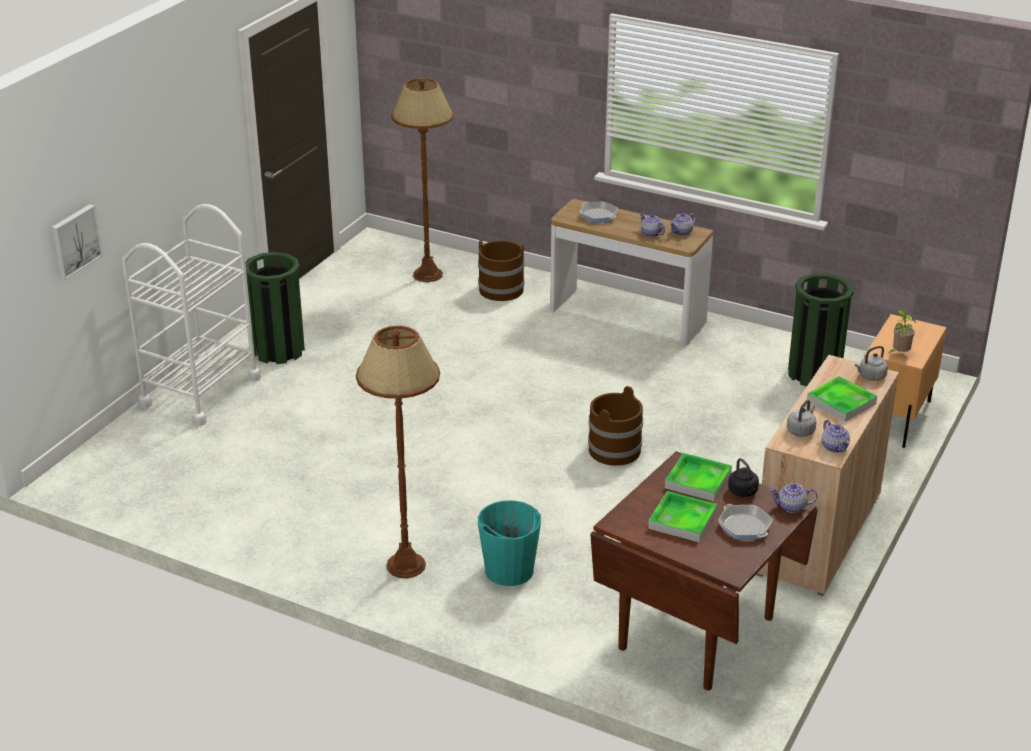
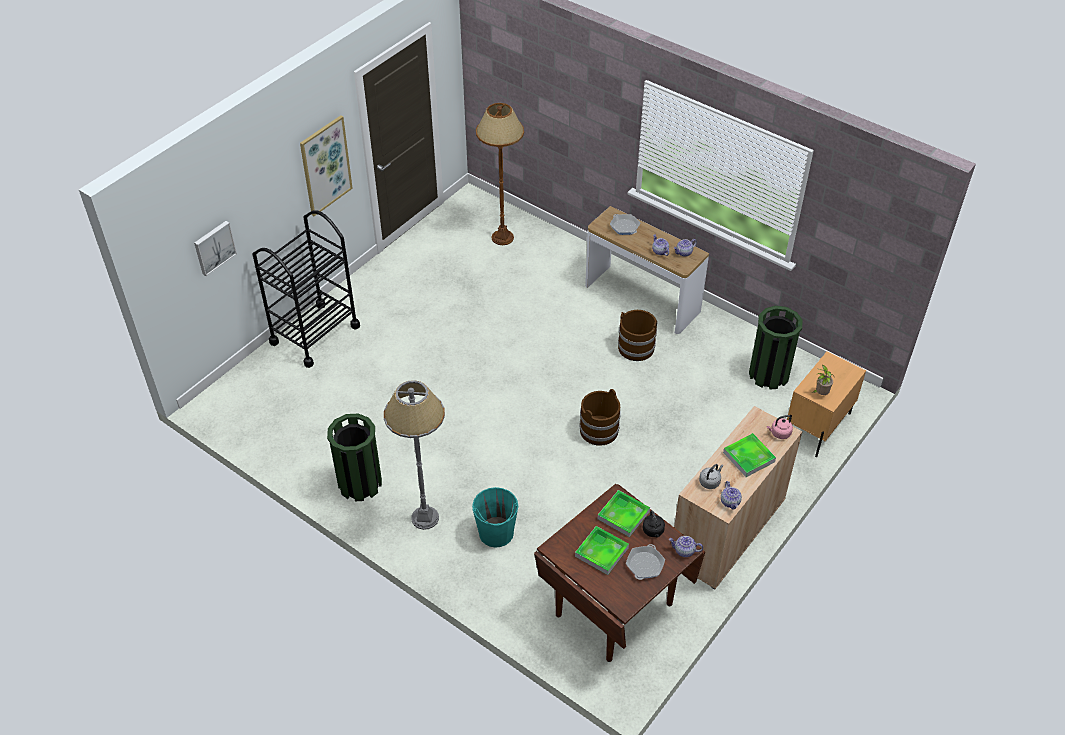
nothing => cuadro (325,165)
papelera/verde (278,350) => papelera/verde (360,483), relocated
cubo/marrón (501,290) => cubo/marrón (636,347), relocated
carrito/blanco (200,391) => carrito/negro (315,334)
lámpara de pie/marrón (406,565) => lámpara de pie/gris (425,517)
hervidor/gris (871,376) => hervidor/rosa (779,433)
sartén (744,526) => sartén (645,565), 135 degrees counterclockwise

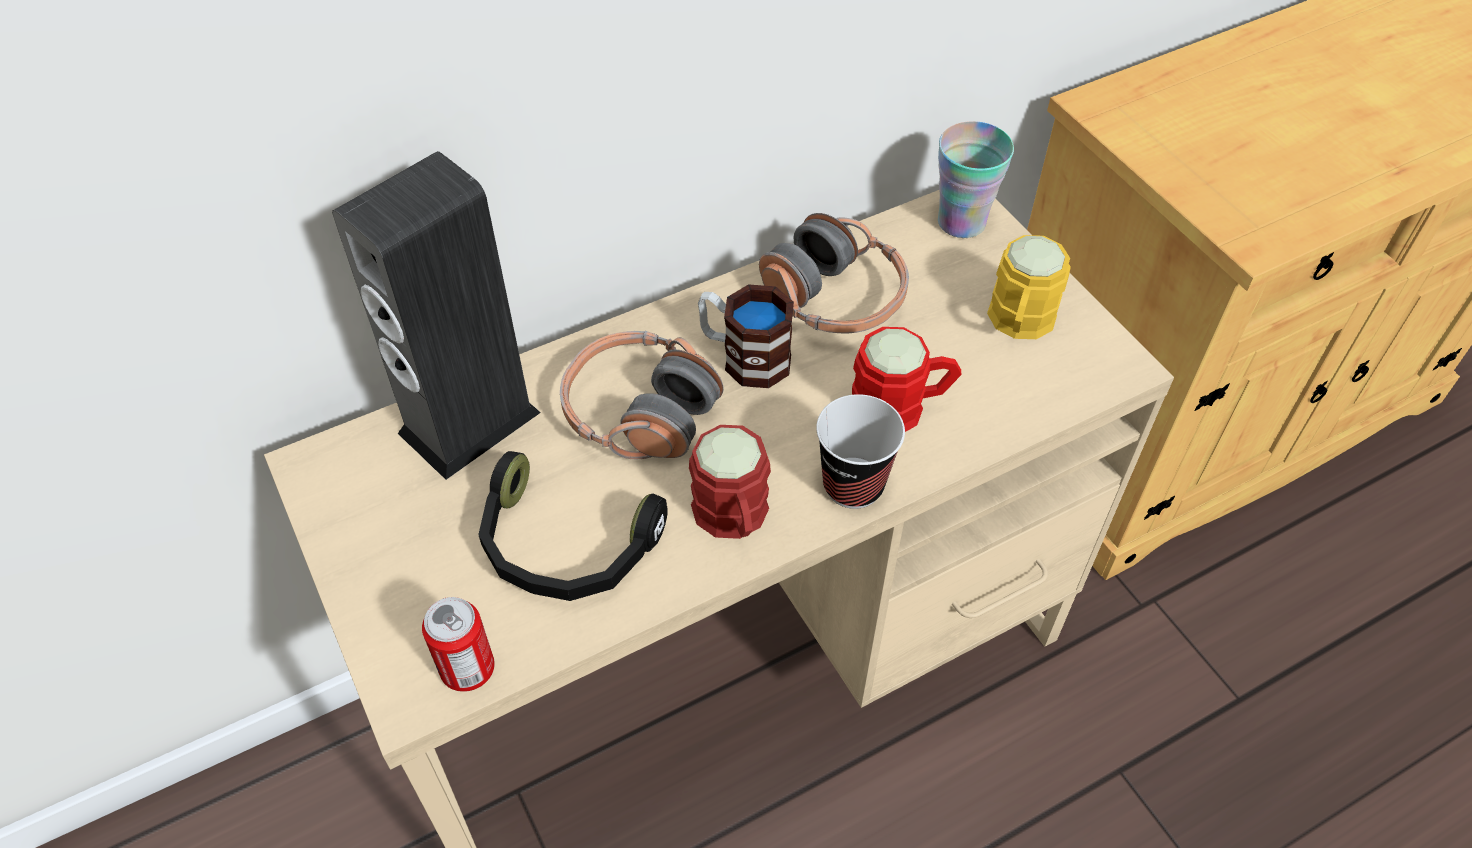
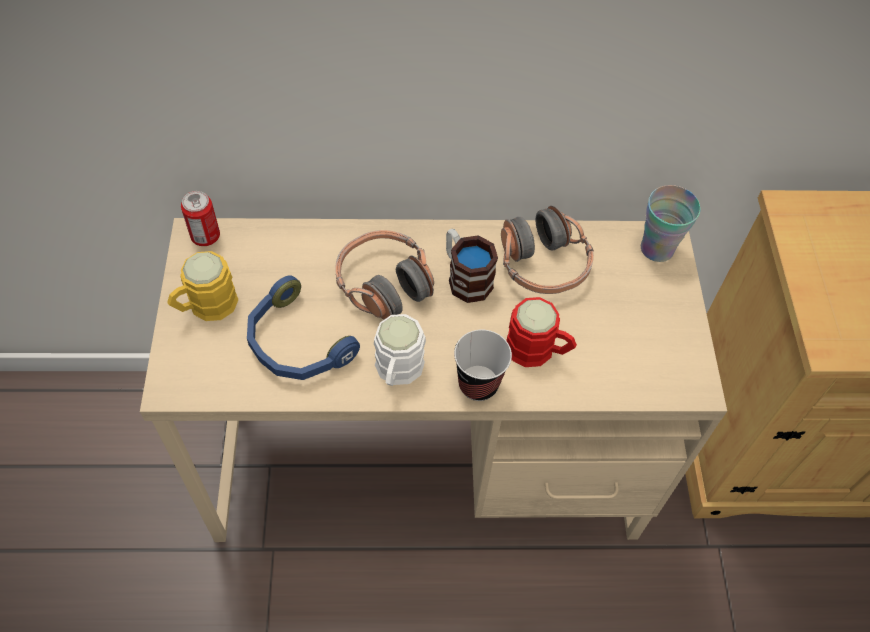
altavoz (469,423) => nothing
lata (468,669) => lata (205,236), relocated
taza grande/amarillo (1019,324) => taza grande/amarillo (205,306), relocated
auriculares/negro (564,547) => auriculares/azul (295,344)
taza grande/rojo (733,519) => taza grande/blanco (397,372)

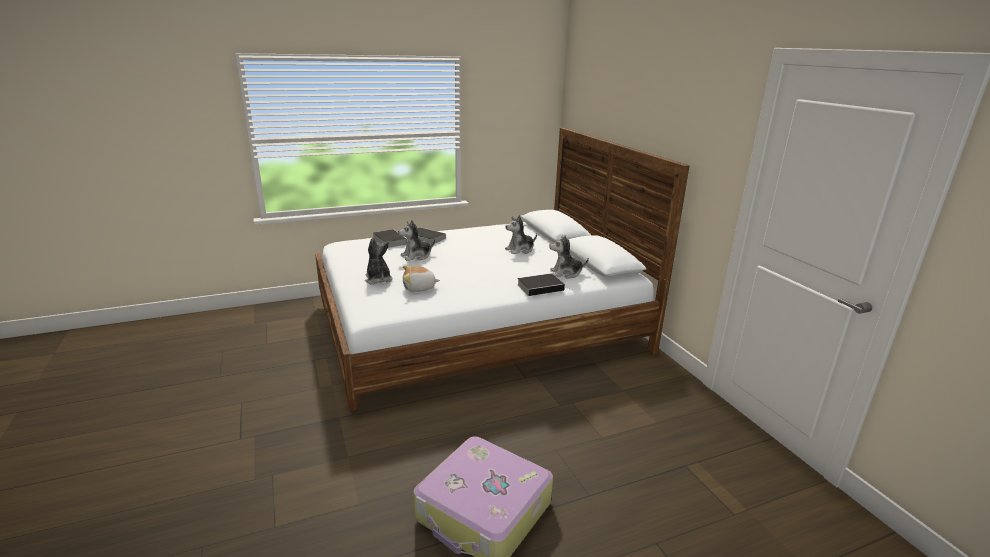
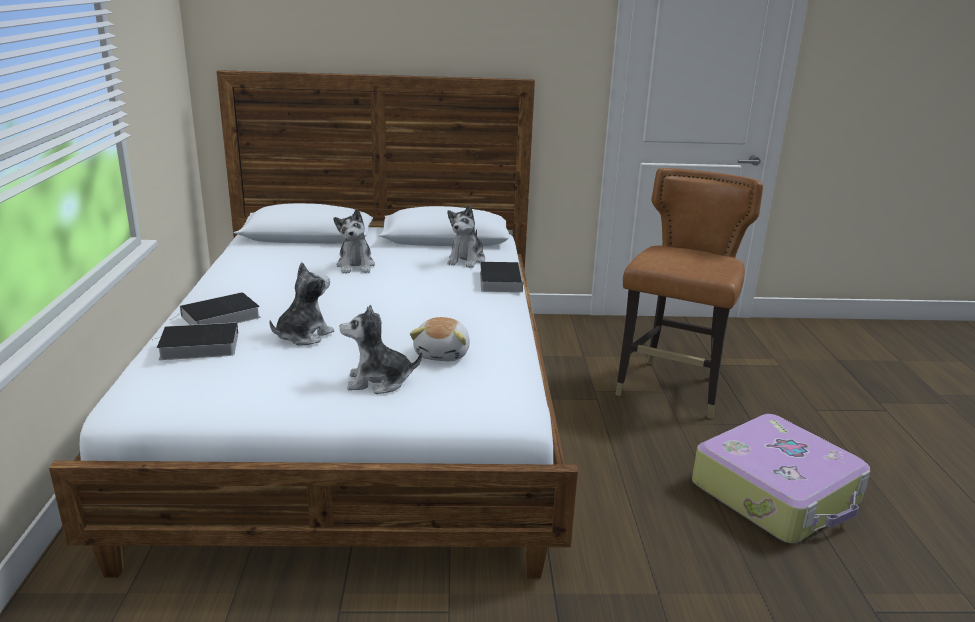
nothing => silla/marrón (672,389)
peluche (416,256) => peluche (303,336), 135 degrees counterclockwise

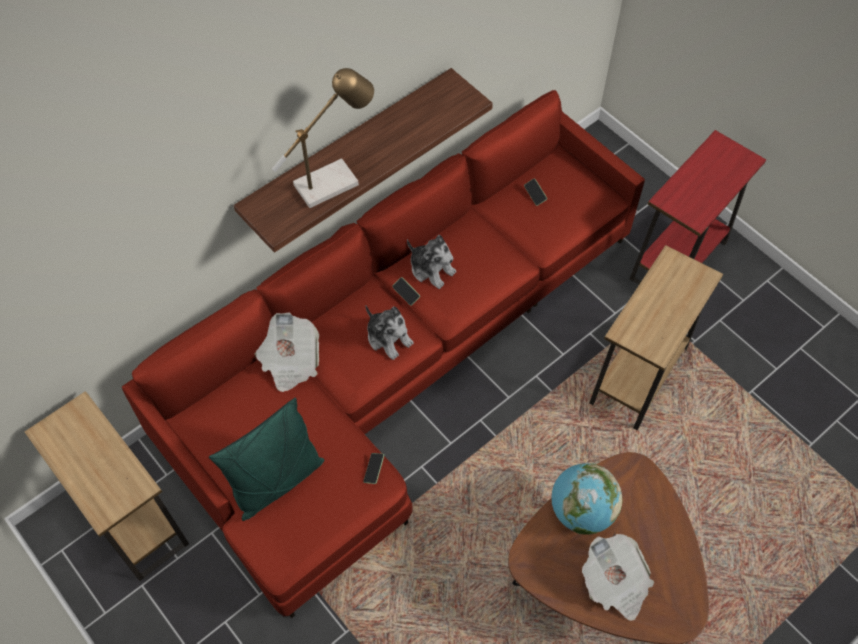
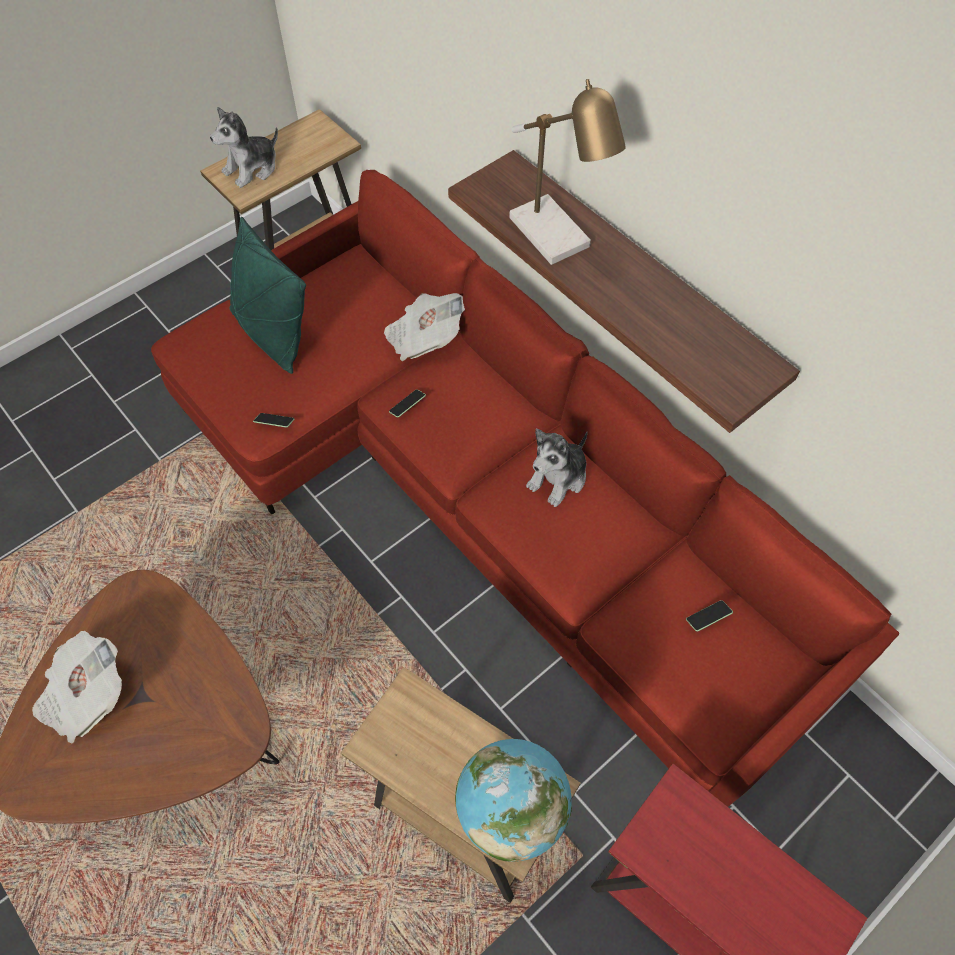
peluche (388,338) => peluche (252,168), relocated
móvil (406,293) => móvil (407,406), relocated
globo terráqueo (581,511) => globo terráqueo (511,810), relocated

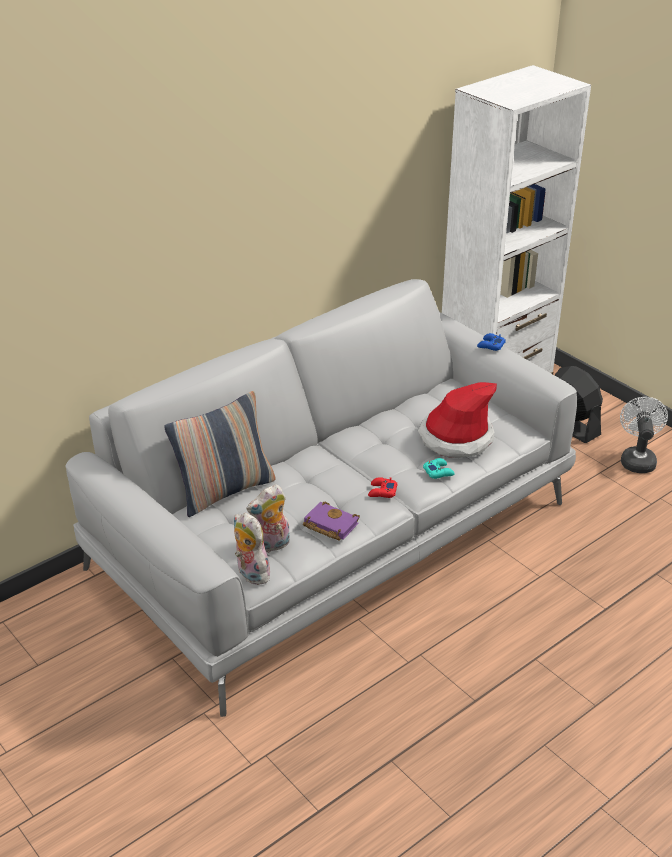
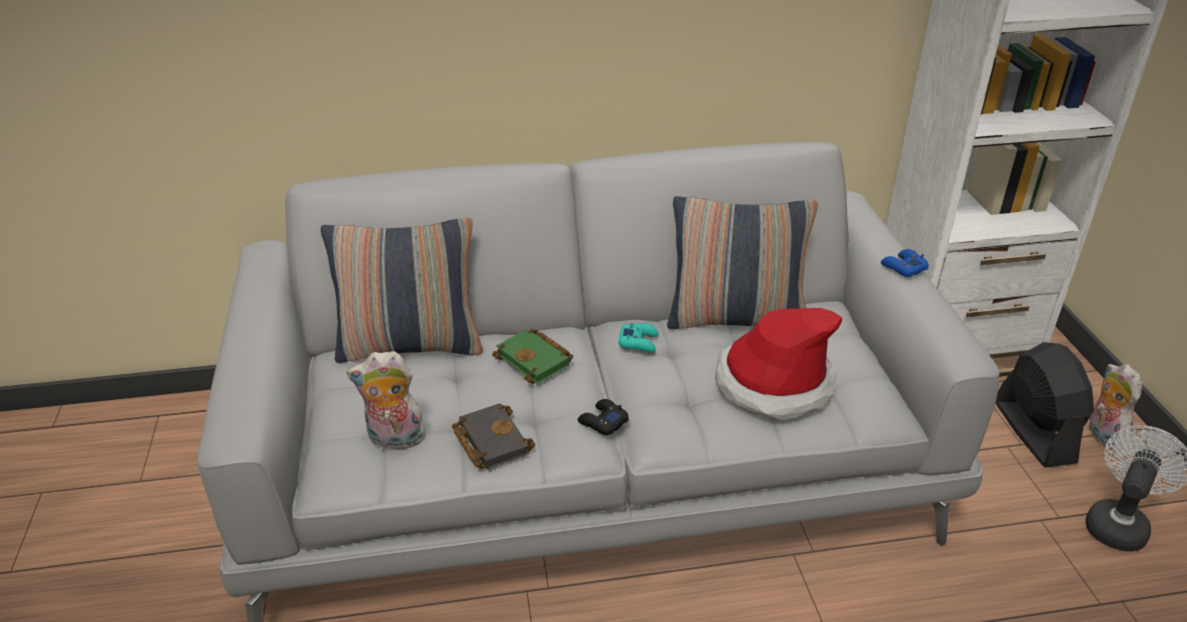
nothing => libro/verde (536,360)
nothing => cojín (736,319)
peluche (250,573) => peluche (1101,434), relocated
mando de consola/turquesa (438,472) => mando de consola/turquesa (639,342), relocated
libro/morado (329,525) => libro/negro (489,441)
mando de consola/rojo (382,491) => mando de consola/negro (602,422)

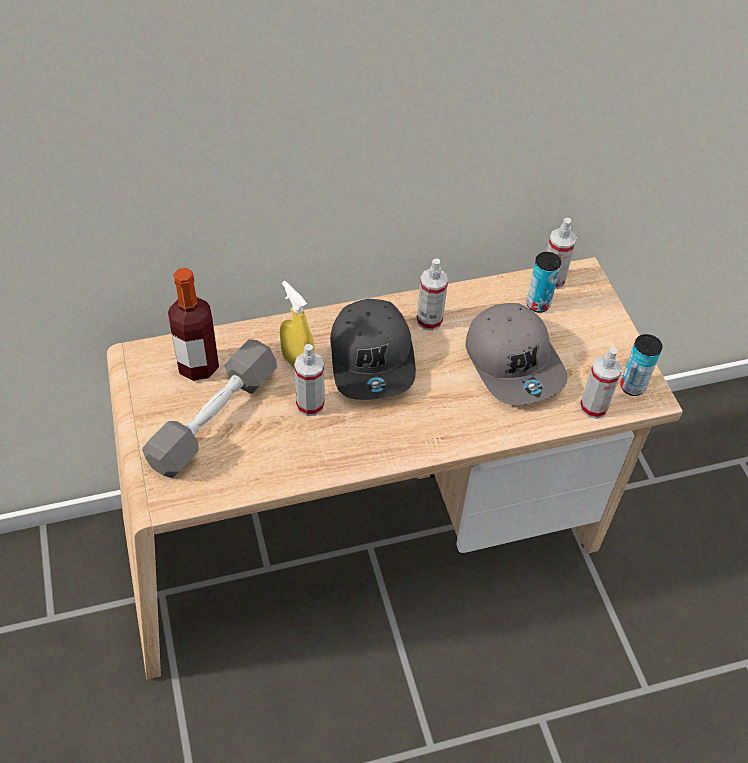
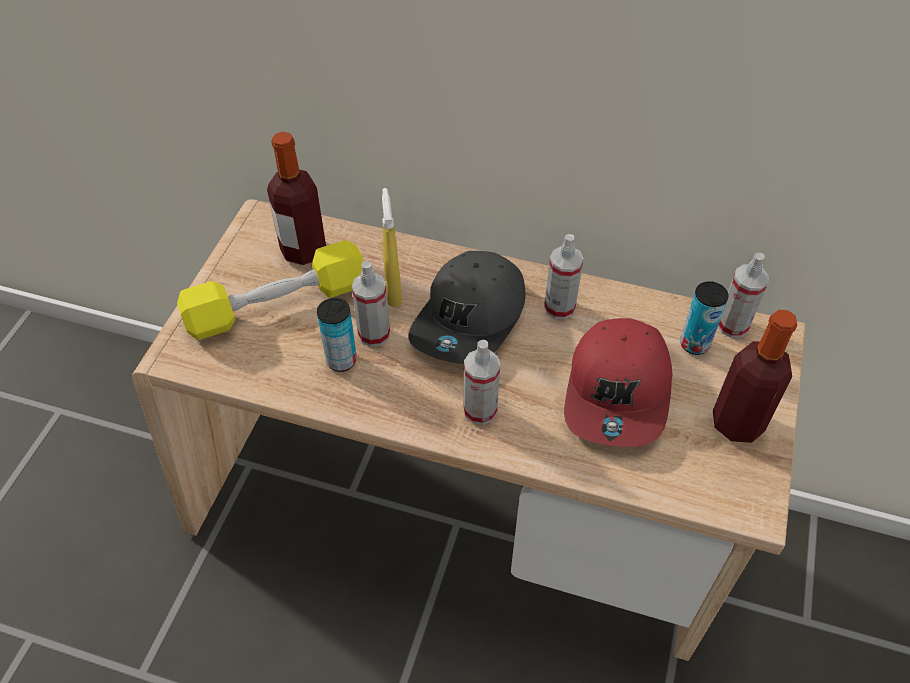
nothing => botella (737,423)
pulverizador (593,407) => pulverizador (480,410), relocated
lata (632,386) => lata (341,360), relocated
mancuerna/gris (214,419) => mancuerna/amarillo (277,305)
gorra/gris (514,362) => gorra/rojo (618,392)

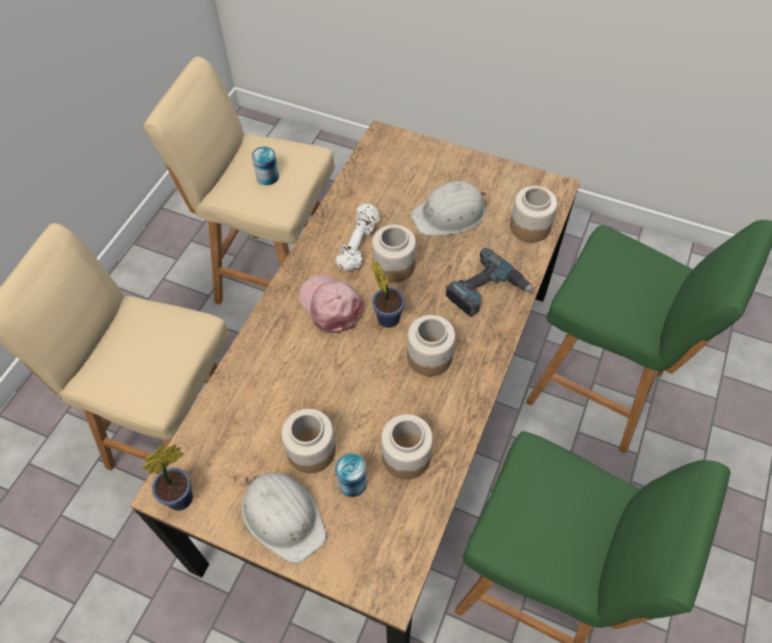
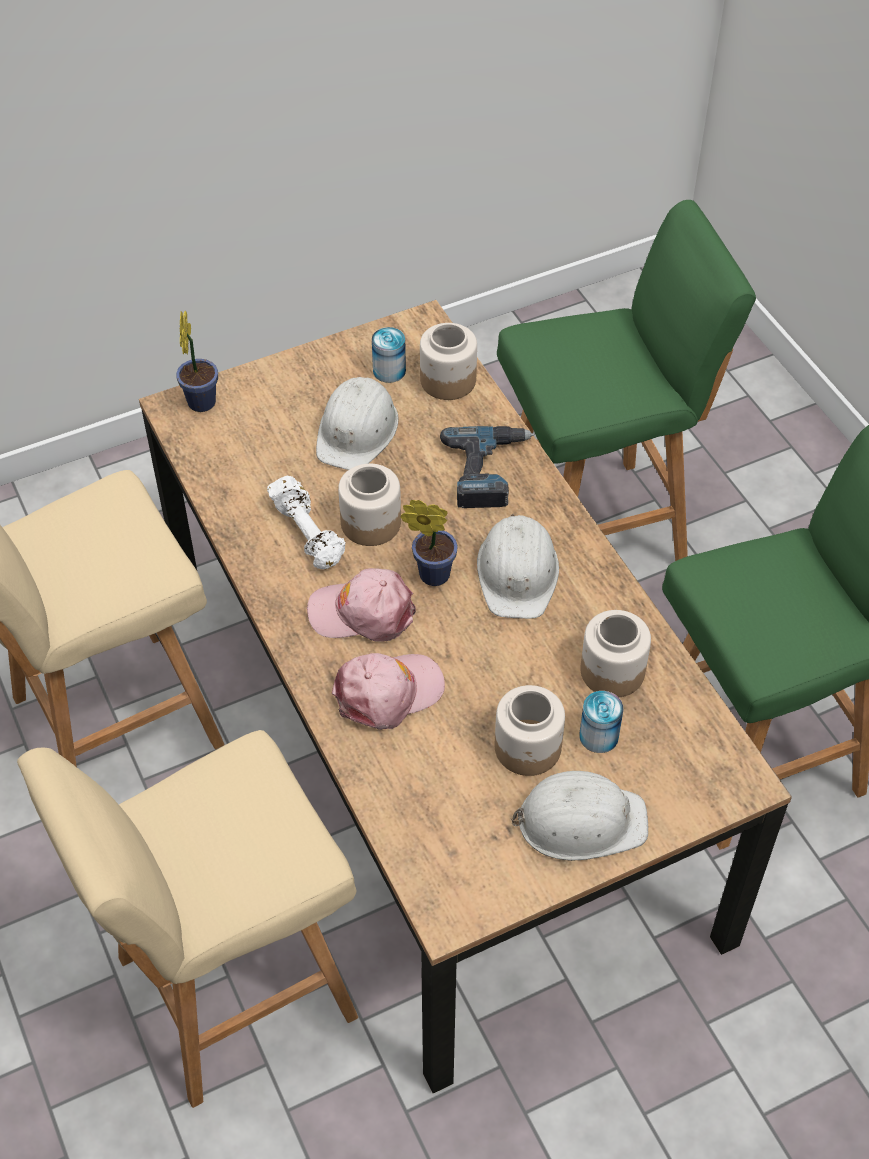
nothing => gorra/rosa (388,693)
planta en maceta (183,496) => planta en maceta (202,399), relocated
lata (267,177) => lata (389,370), relocated
tarro (430,357) => casco/blanco (518,572)

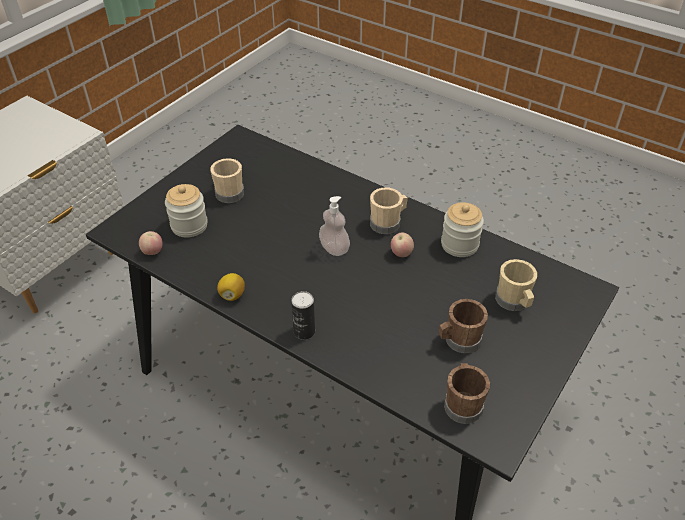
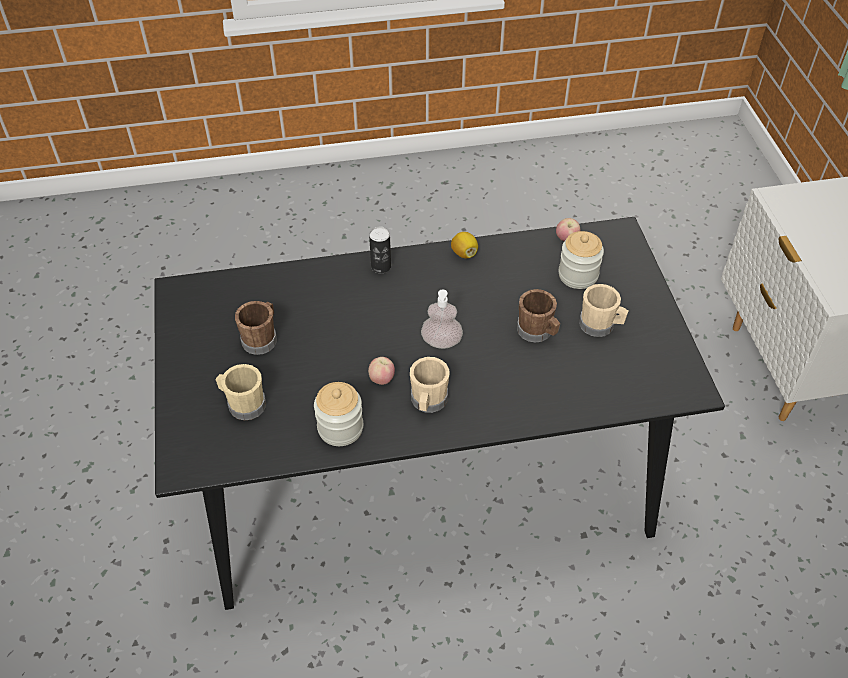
taza grande/marrón (462,403) => taza grande/marrón (537,332), relocated

